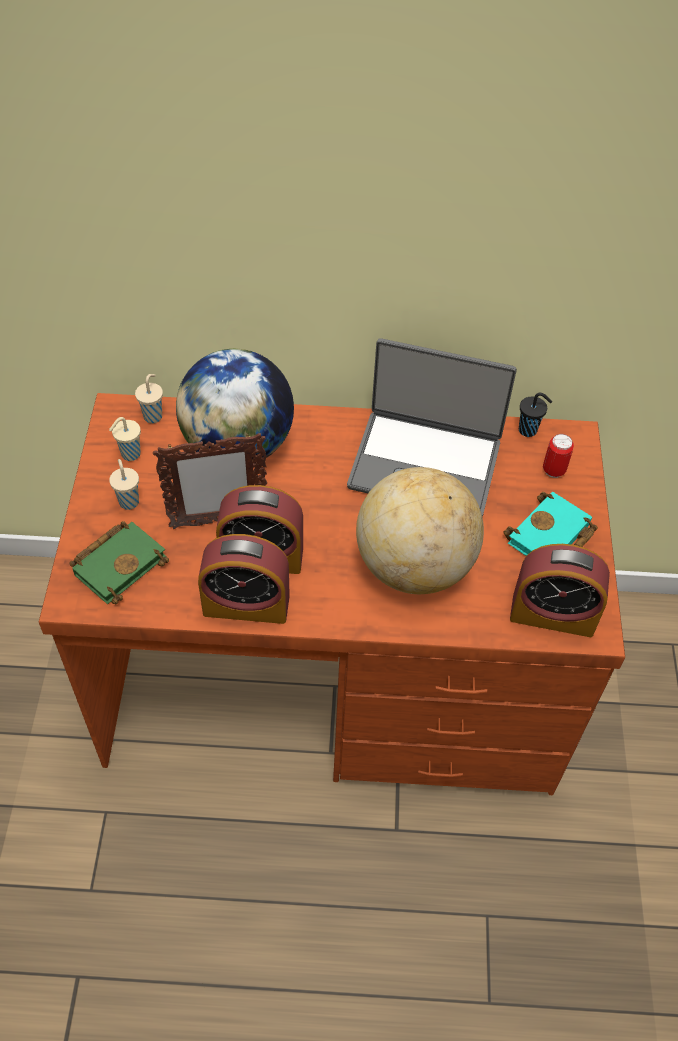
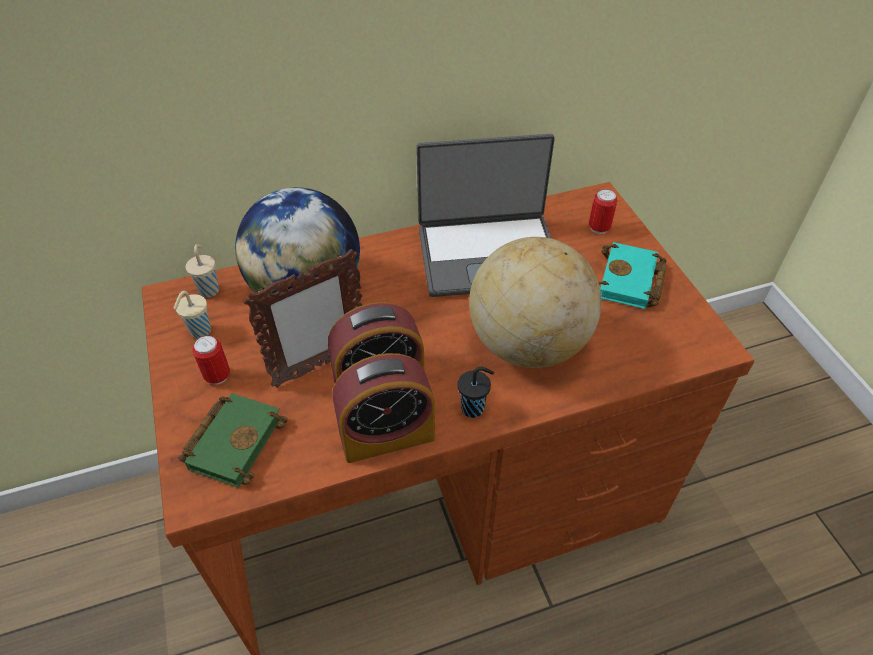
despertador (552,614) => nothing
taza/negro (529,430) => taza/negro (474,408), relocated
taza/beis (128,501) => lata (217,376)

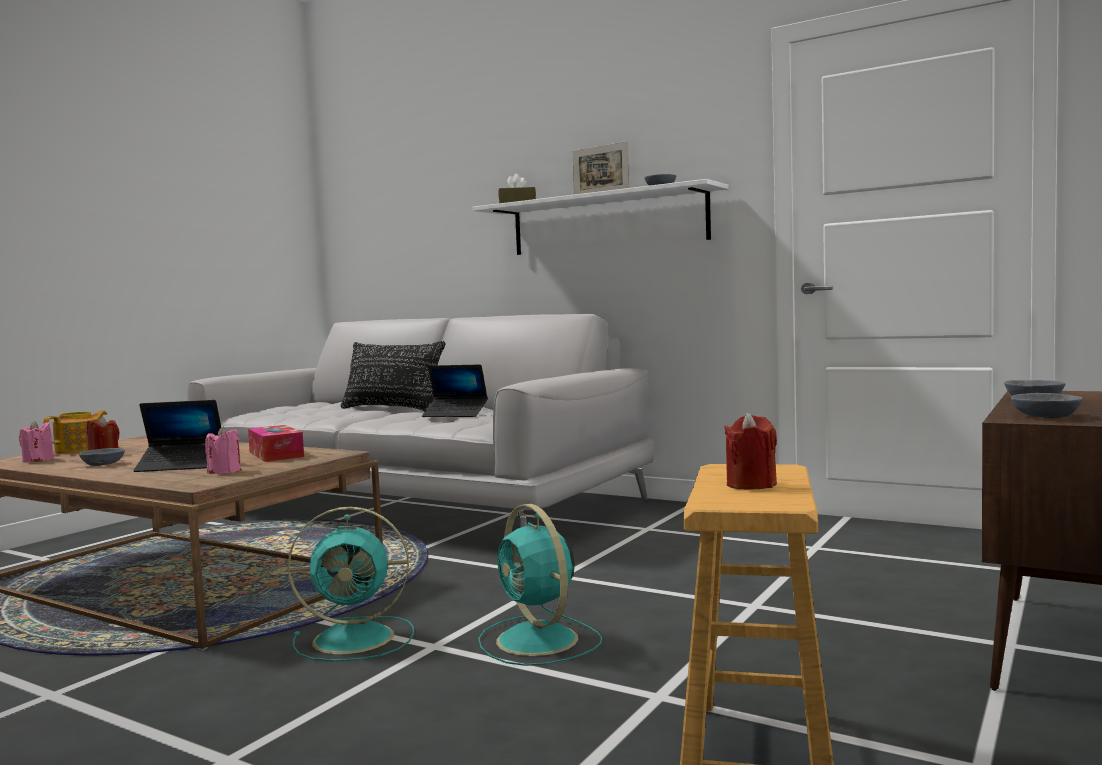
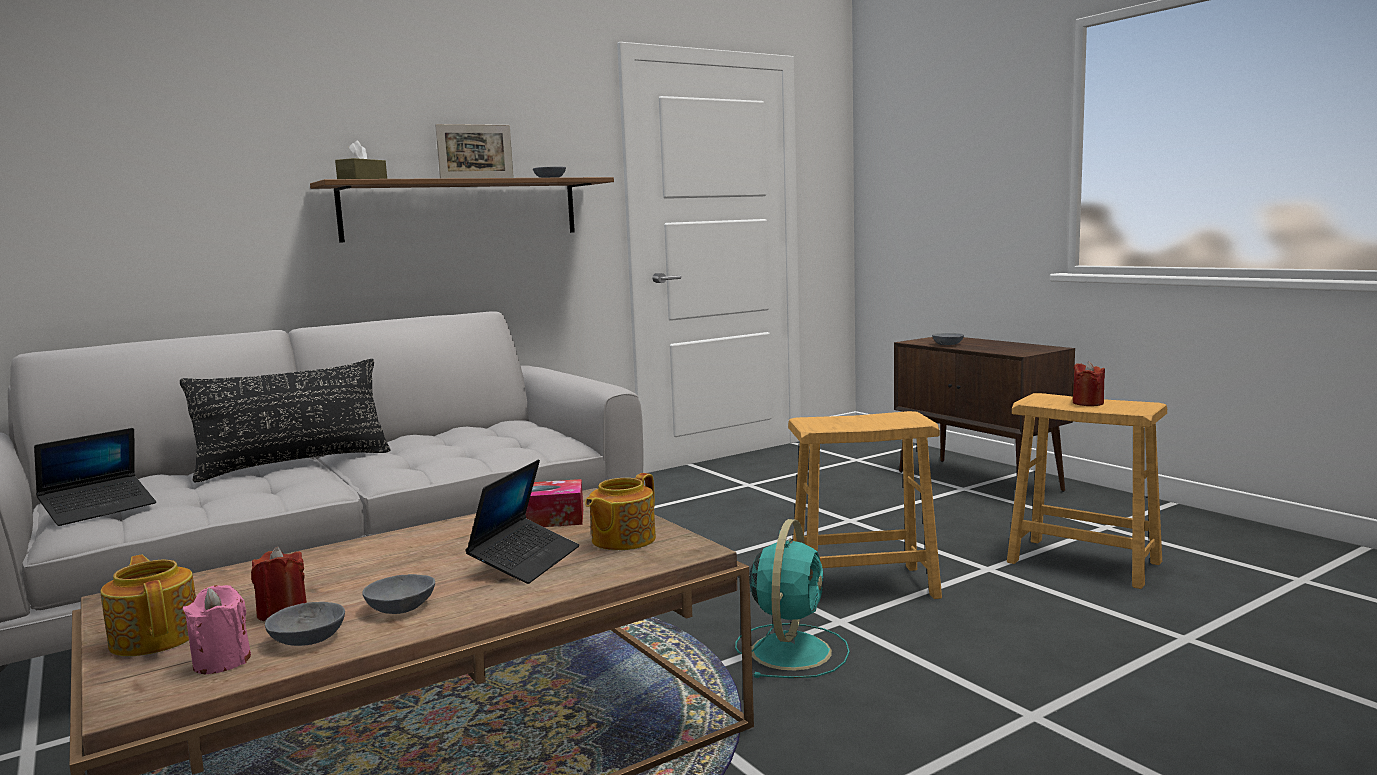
portátil (455,414) => portátil (99,509), relocated
cuenco/gris (1043,416) => cuenco/gris (306,639), relocated
vela/rosa (225,471) => tetera (622,540)
ventilador/turquesa (539,641) => taburete/marrón (863,586)
estante/blanco (607,223) => estante/marrón (462,209)

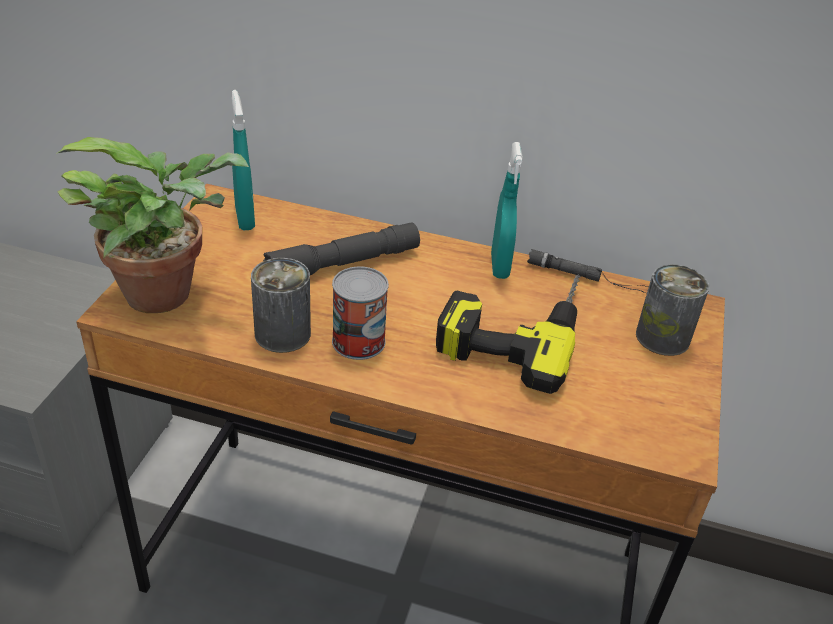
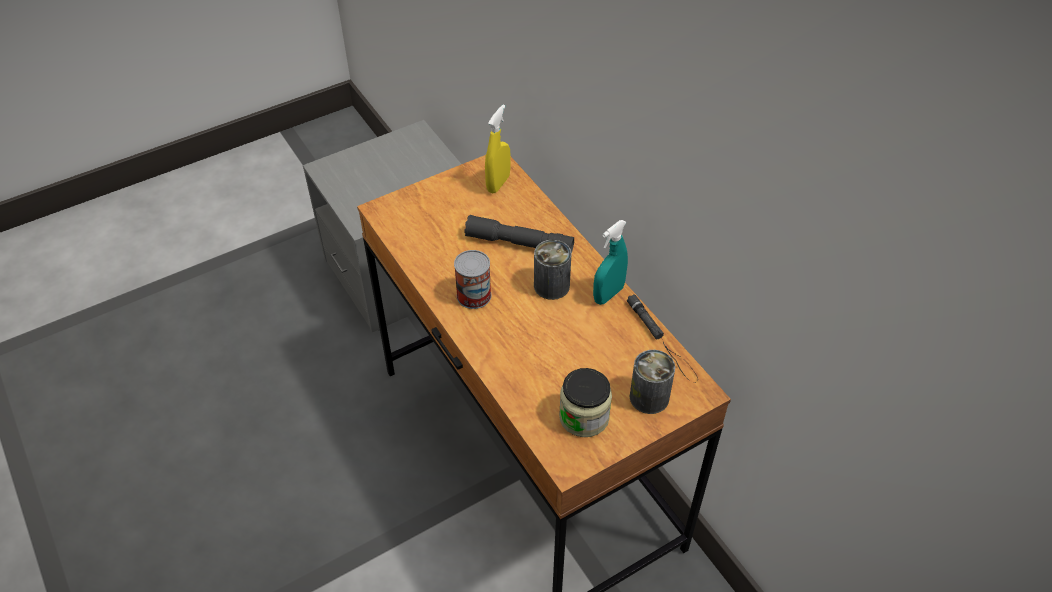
planta en maceta (167,292) => nothing
taladro (514,327) => nothing
nothing => tarro (584,417)
lata (282,334) => lata (551,286), relocated
pulverizador/turquesa (245,218) => pulverizador/amarillo (498,183)

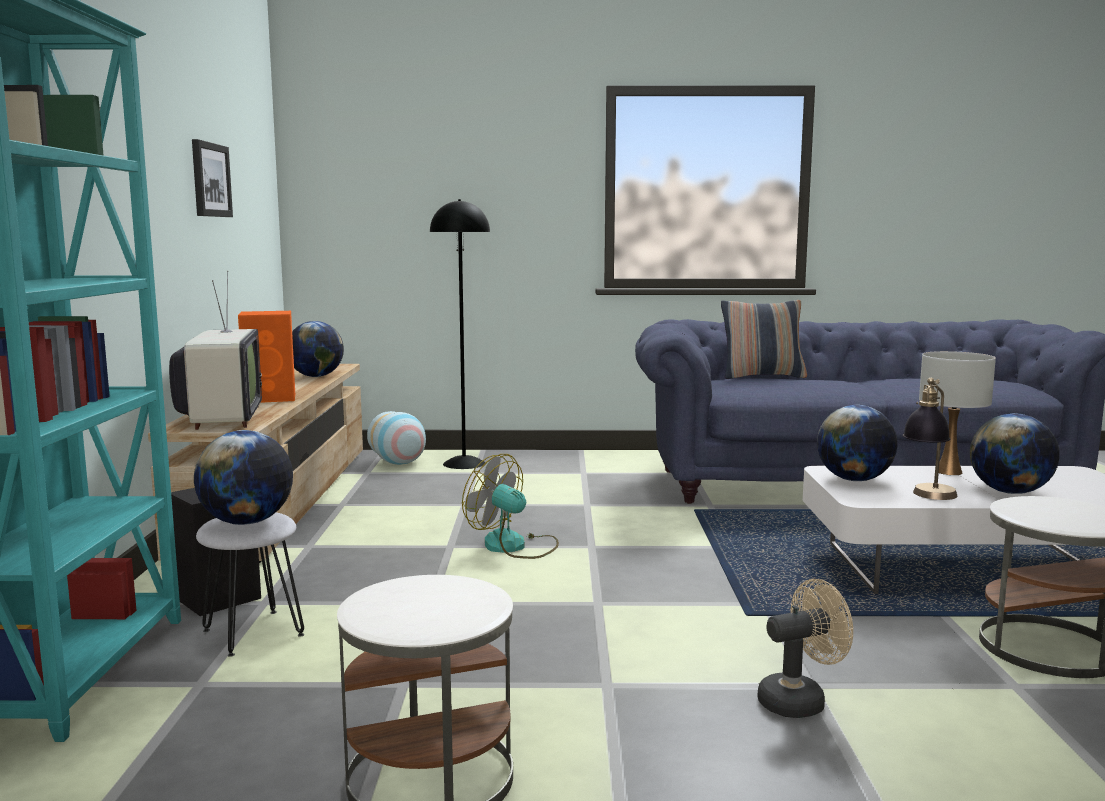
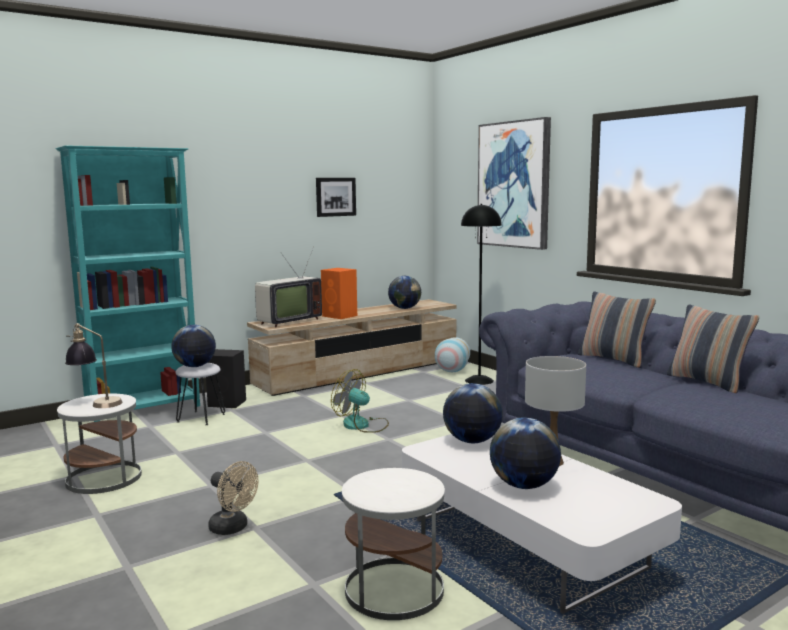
nothing => cuadro (514,184)
nothing => cojín (707,382)
lámpara de mesa (928,497) => lámpara de mesa (96,403), relocated
ventilador (514,546) => ventilador (362,425), 60 degrees counterclockwise

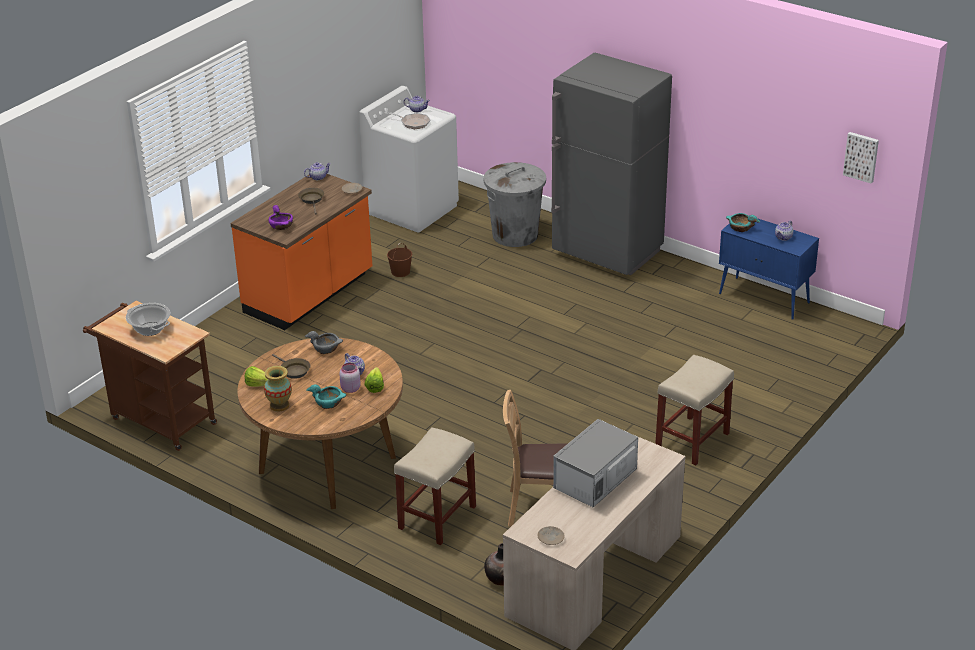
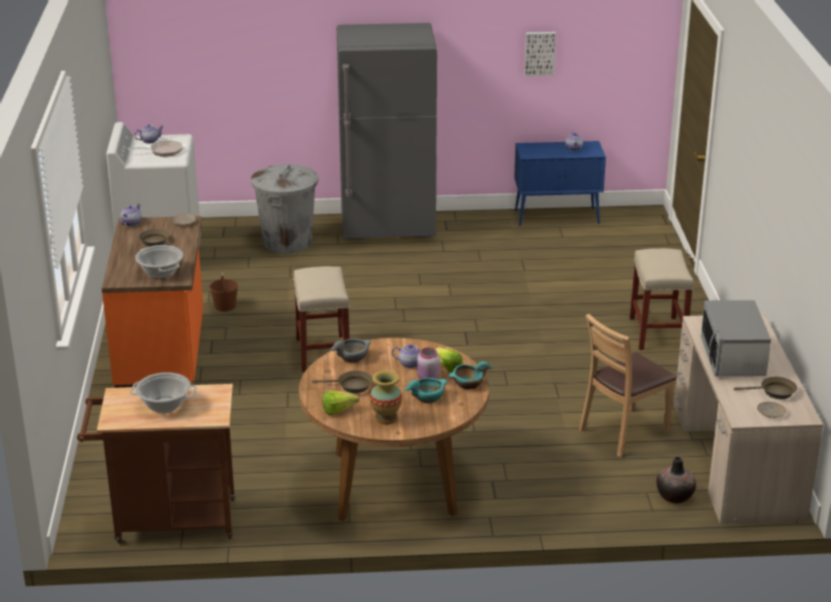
nothing => sartén/marrón (774,392)
taburete/beis (437,518) => taburete/beis (323,354), relocated
cuenco/turquesa (740,228) => cuenco/turquesa (468,384), relocated
cuadro (861,156) => cuadro (539,53), relocated
cuenco/morado (281,226) => olla (161,272)

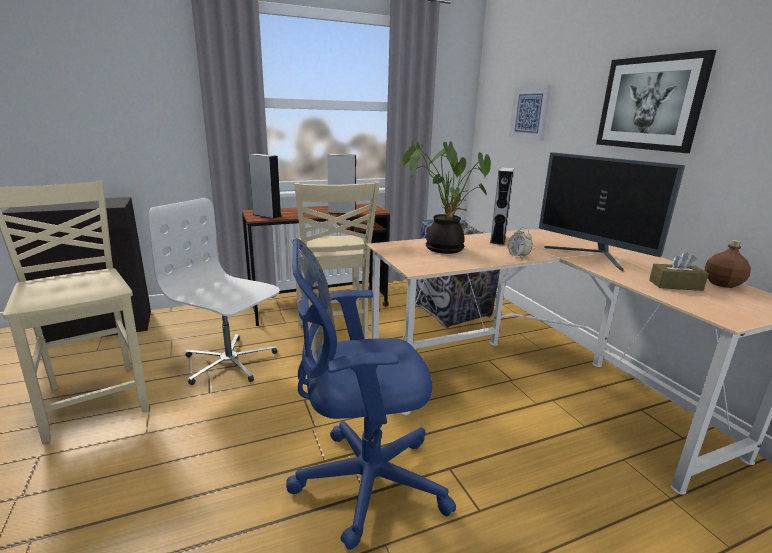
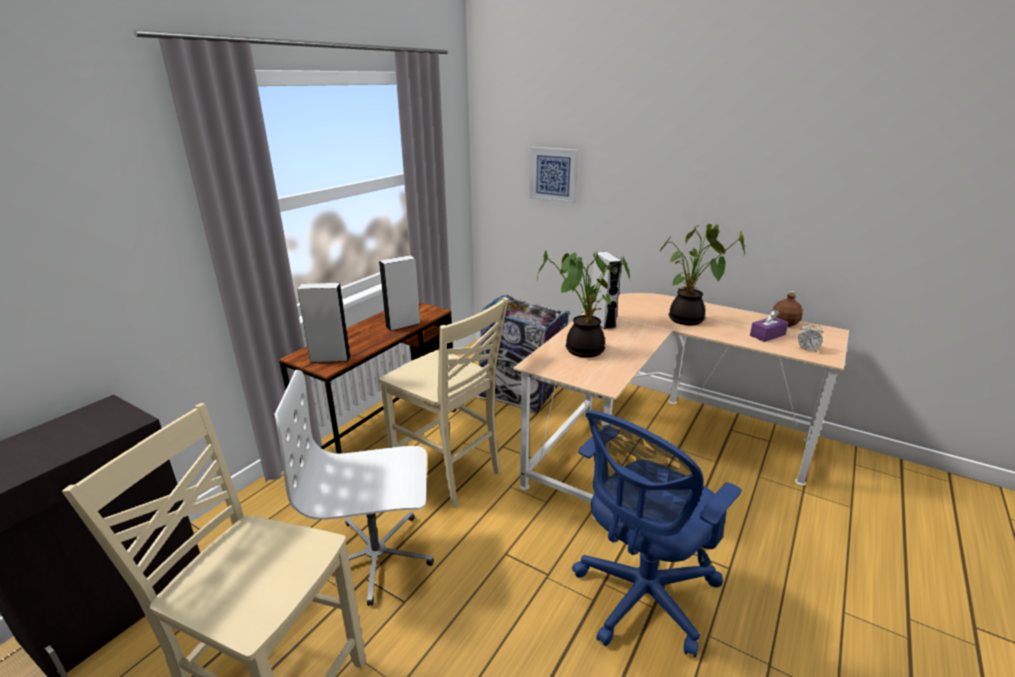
cuadro (650,103) => nothing
despertador (518,256) => despertador (807,349), relocated
monitor (593,257) => planta en maceta (688,320)
caja de pañuelos/marrón (675,285) => caja de pañuelos/morado (767,335)

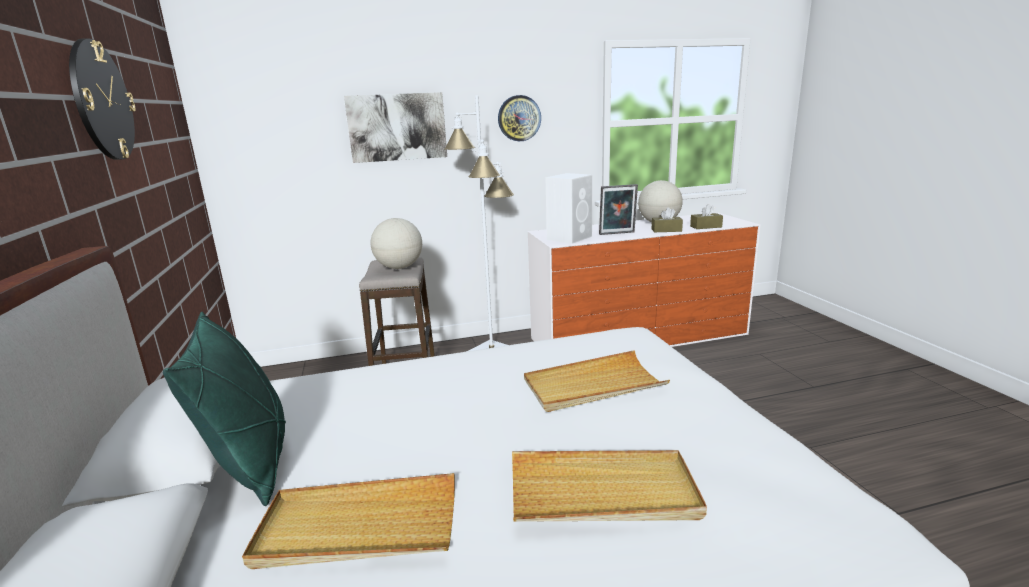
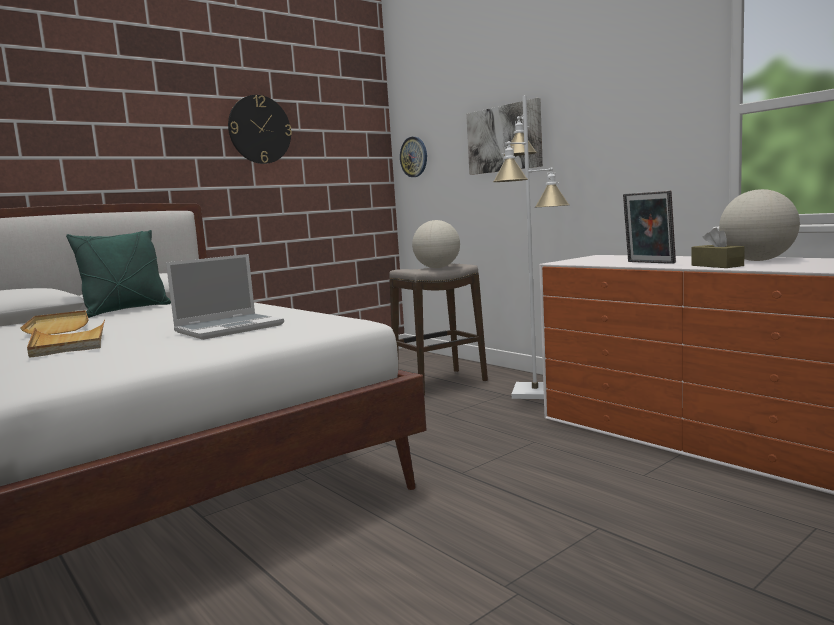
altavoz/blanco (570,238) => nothing
caja de pañuelos/marrón (706,226) => nothing
reloj de pared (519,118) => reloj de pared (414,157), relocated
bandeja/beis (593,385) => portátil (230,328)

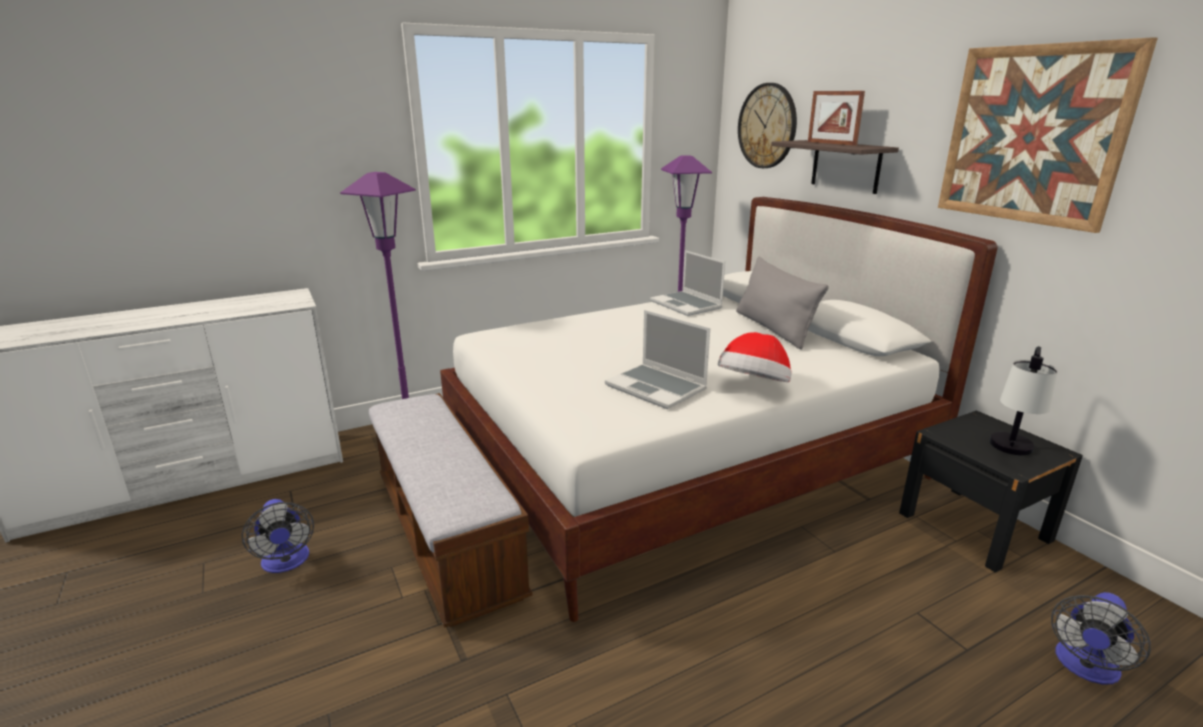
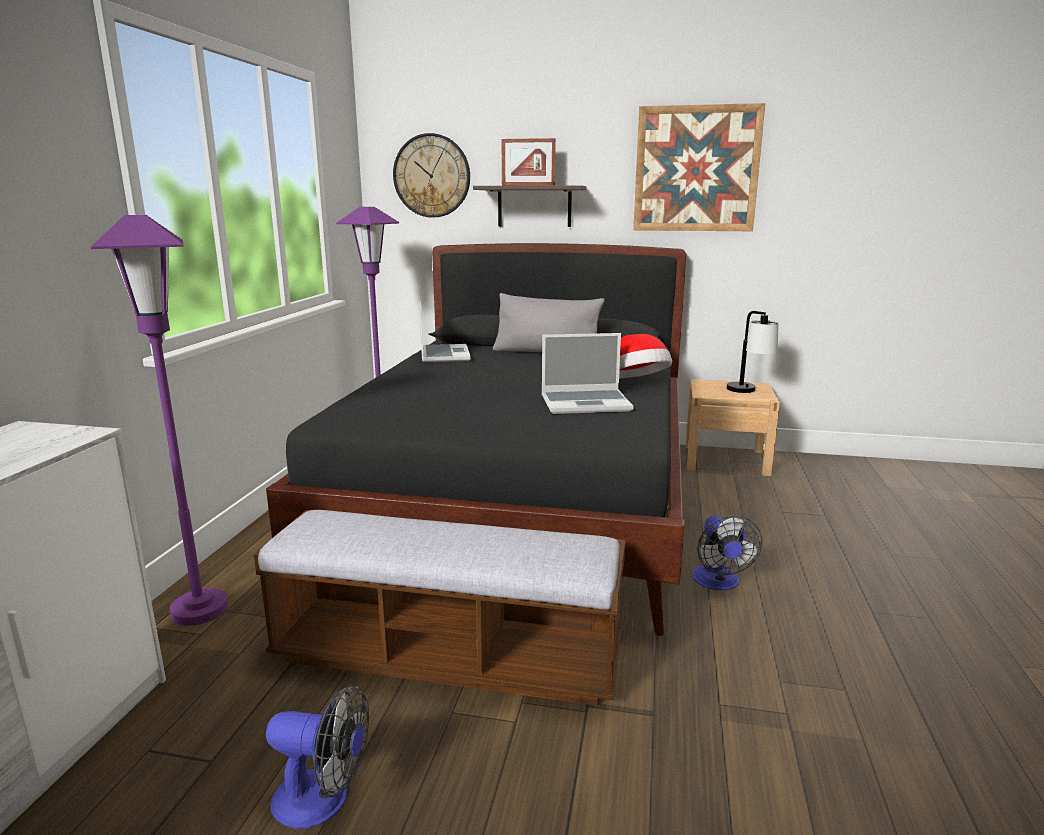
ventilador (1085,668) => ventilador (718,583), relocated
cama/blanco (685,463) => cama/negro (523,502)
mesita de noche/negro (974,526) => mesita de noche/beis (725,460)
portátil (687,305) => portátil (443,355), 105 degrees counterclockwise

